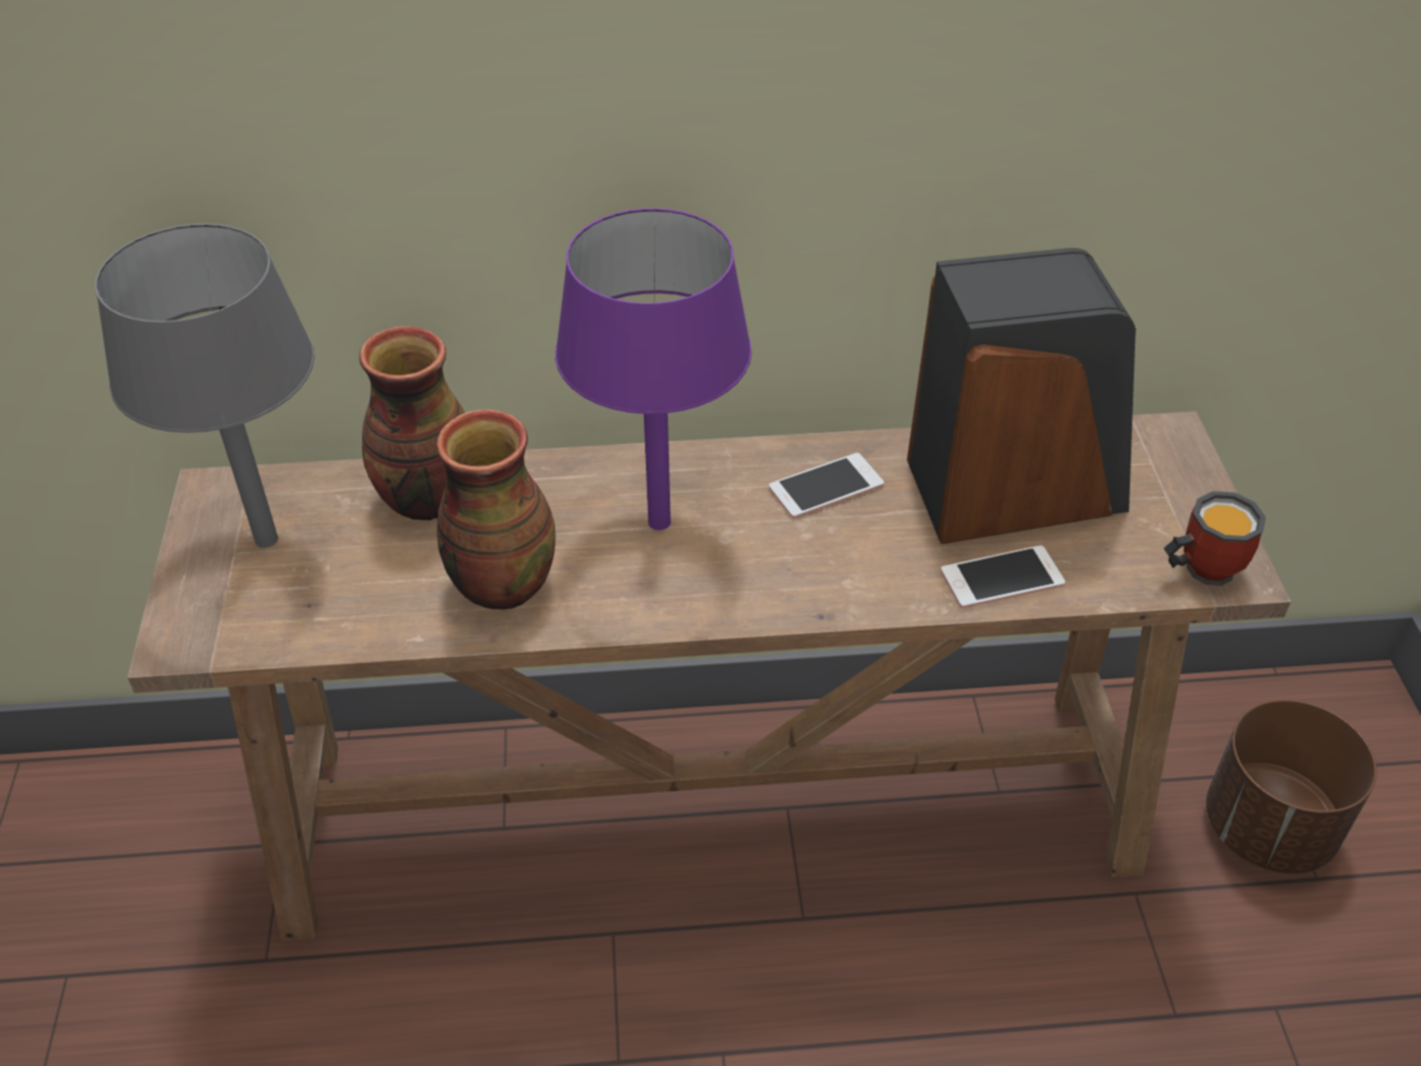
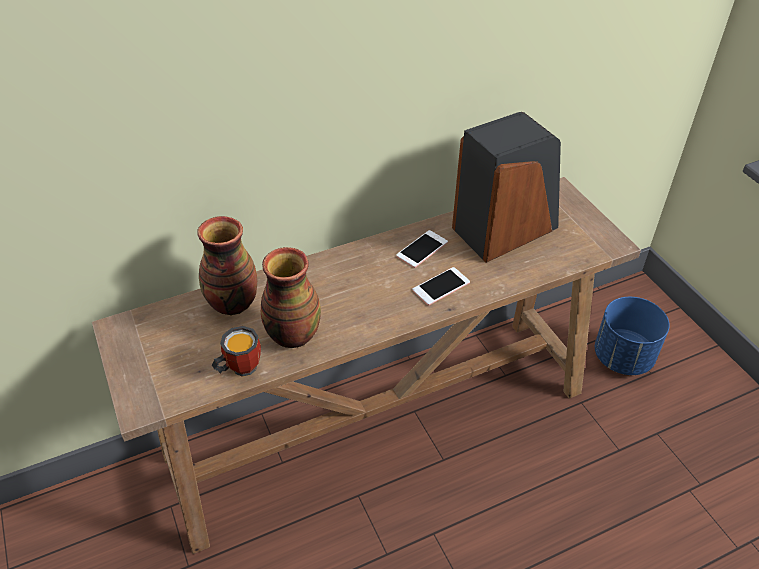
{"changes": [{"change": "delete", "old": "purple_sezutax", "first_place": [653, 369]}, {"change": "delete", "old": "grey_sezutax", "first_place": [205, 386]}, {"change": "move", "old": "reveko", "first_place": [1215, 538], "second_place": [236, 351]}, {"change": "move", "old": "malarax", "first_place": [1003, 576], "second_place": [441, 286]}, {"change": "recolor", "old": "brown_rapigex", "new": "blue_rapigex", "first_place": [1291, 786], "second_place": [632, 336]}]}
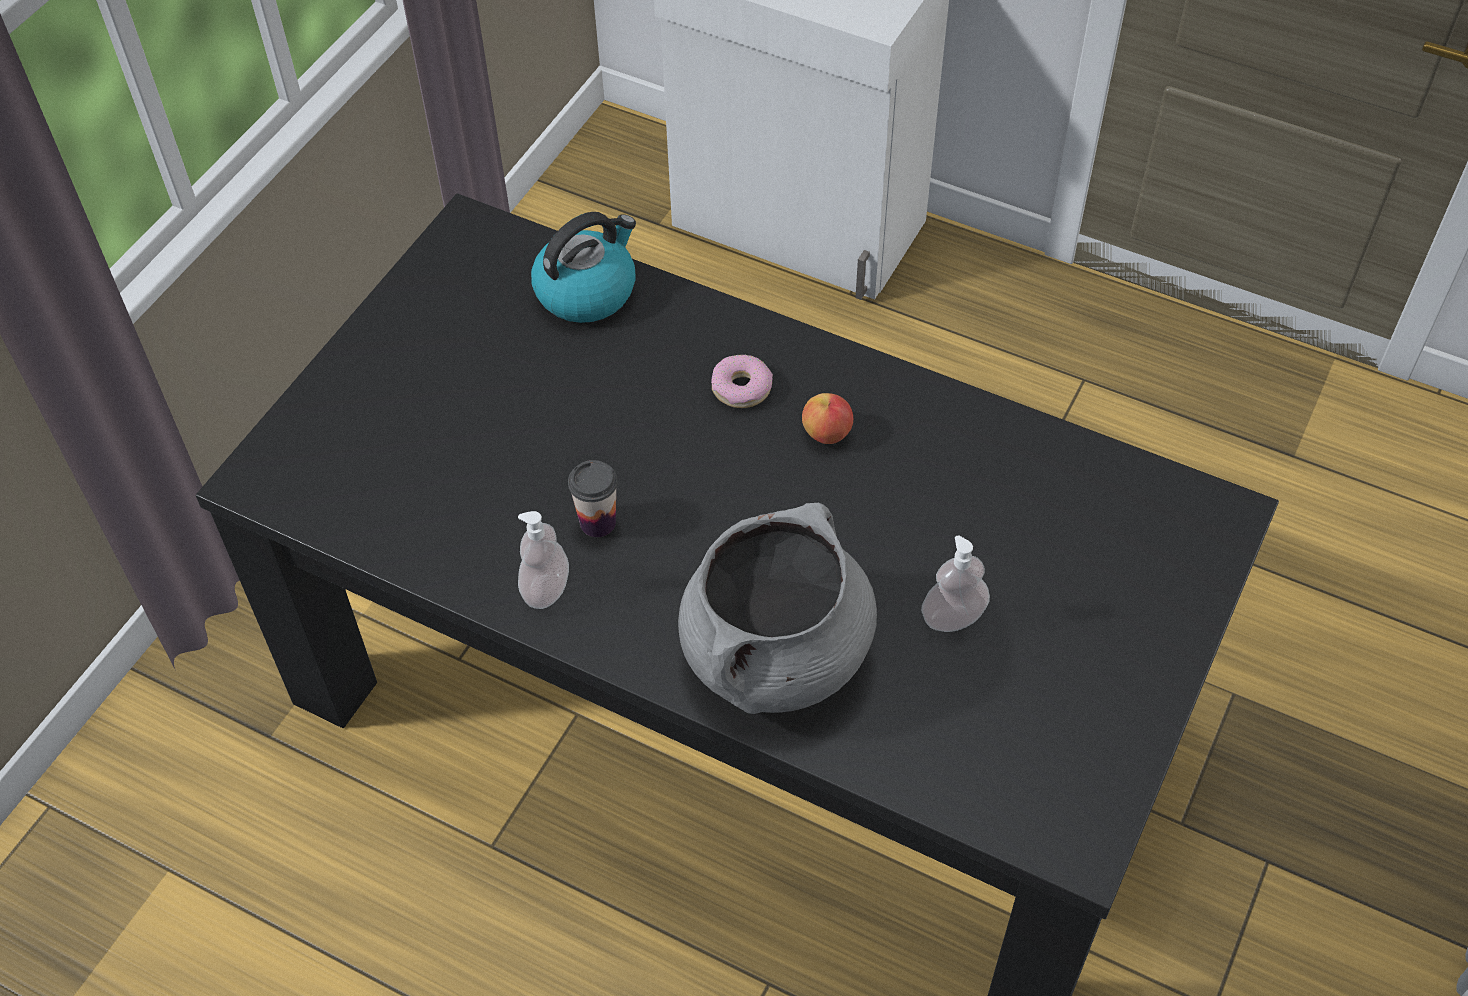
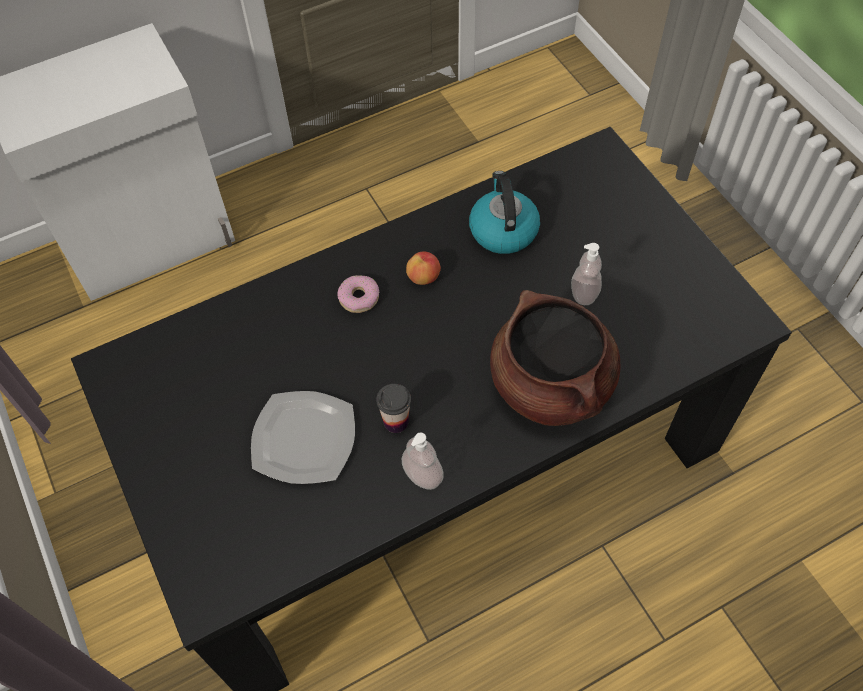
{"changes": [{"change": "move", "old": "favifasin", "first_place": [583, 267], "second_place": [504, 212]}, {"change": "recolor", "old": "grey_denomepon", "new": "brown_denomepon", "first_place": [777, 608], "second_place": [555, 358]}, {"change": "insert", "new": "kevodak", "second_place": [303, 437]}]}
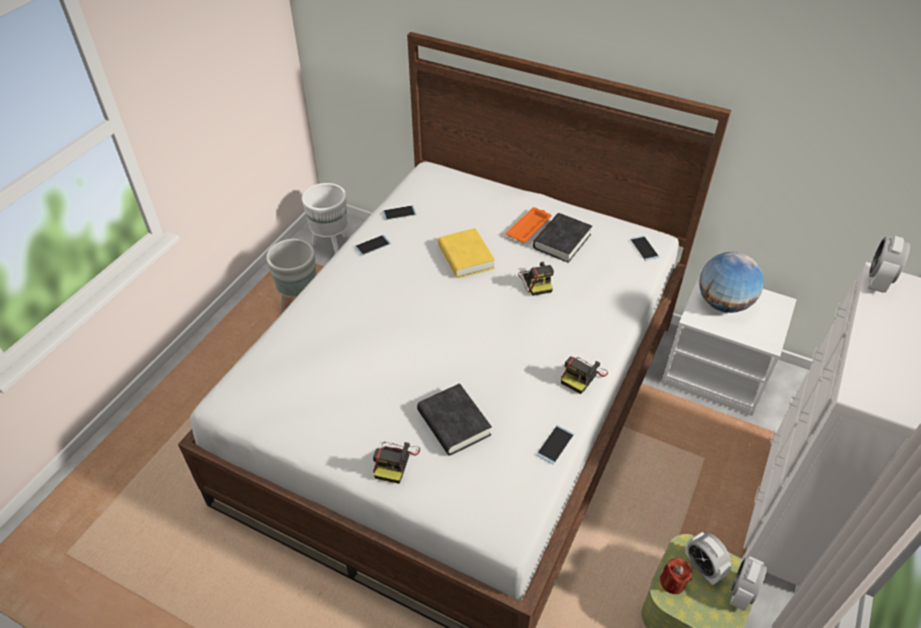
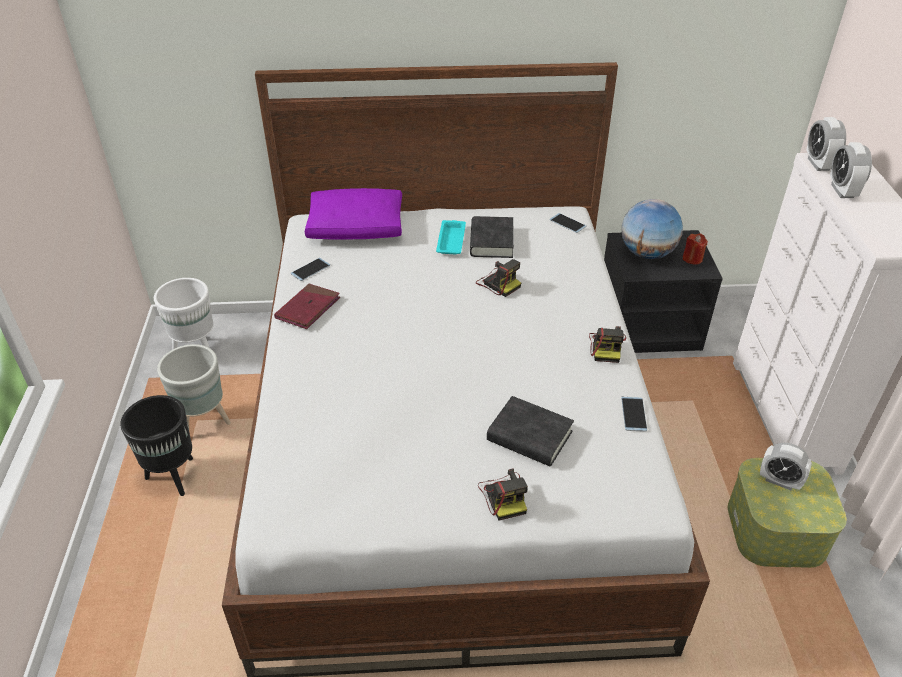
{"changes": [{"change": "recolor", "old": "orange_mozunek", "new": "turquoise_mozunek", "first_place": [528, 225], "second_place": [451, 237]}, {"change": "delete", "old": "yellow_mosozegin", "first_place": [466, 253]}, {"change": "replace", "old": "malarax", "new": "red_mosozegin", "first_place": [372, 245], "second_place": [307, 306]}, {"change": "recolor", "old": "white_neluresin", "new": "black_neluresin", "first_place": [729, 343], "second_place": [663, 291]}, {"change": "move", "old": "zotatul", "first_place": [748, 583], "second_place": [851, 170]}, {"change": "move", "old": "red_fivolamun", "first_place": [676, 575], "second_place": [695, 249]}, {"change": "insert", "new": "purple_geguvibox", "second_place": [353, 214]}, {"change": "insert", "new": "black_rapigex", "second_place": [156, 445]}]}
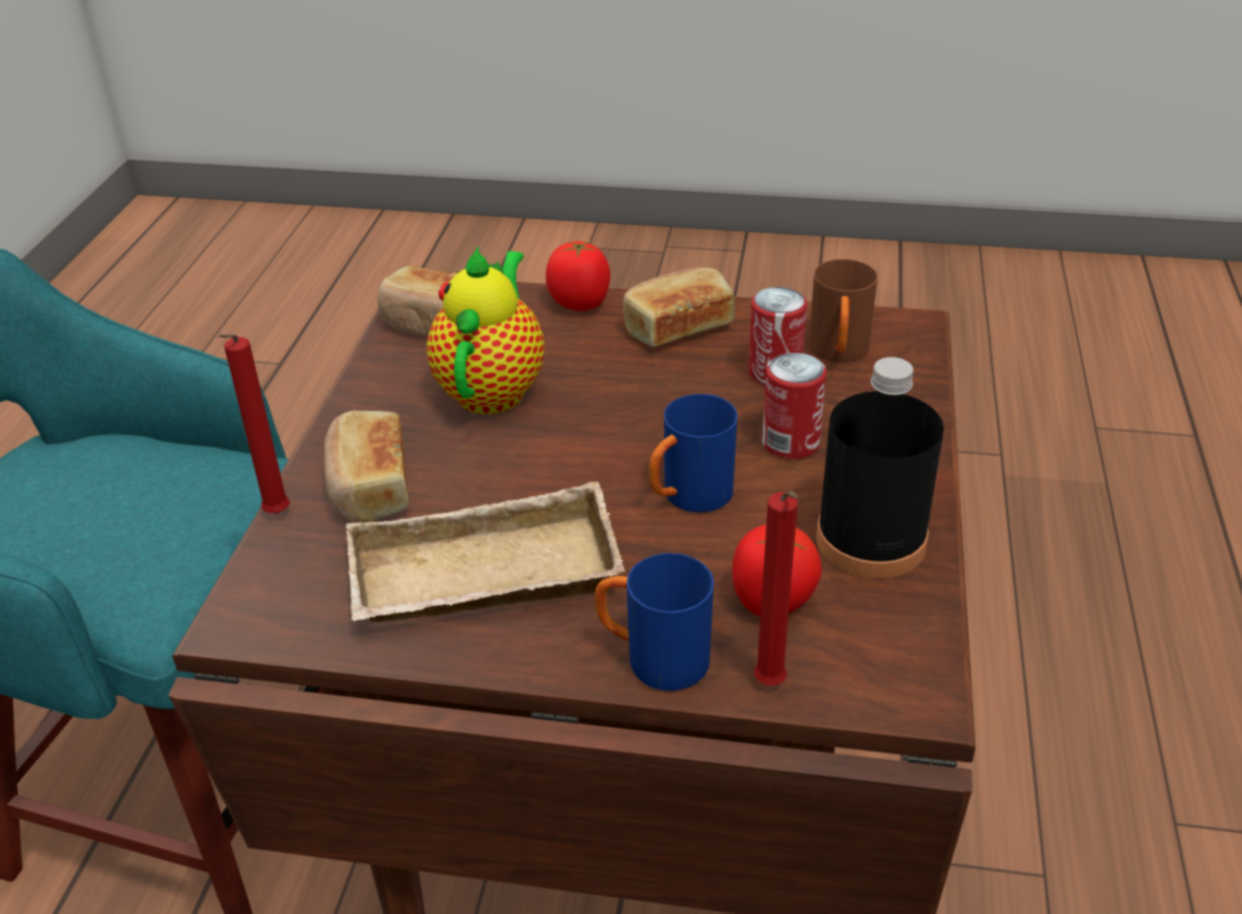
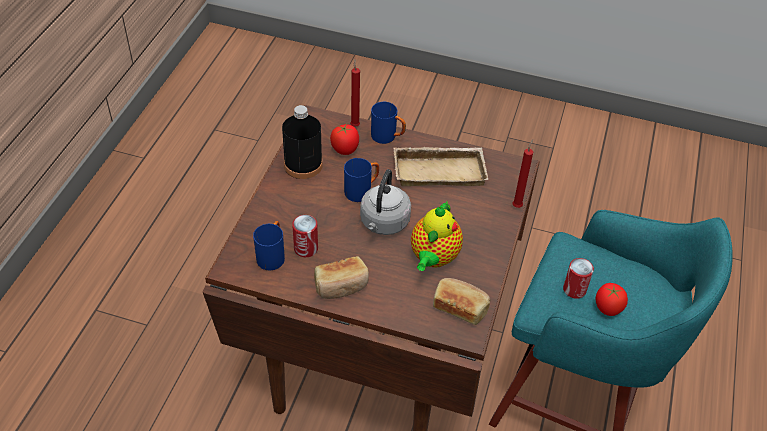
{"changes": [{"change": "move", "old": "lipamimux", "first_place": [578, 276], "second_place": [612, 299]}, {"change": "recolor", "old": "brown_reveko", "new": "blue_reveko", "first_place": [843, 310], "second_place": [269, 246]}, {"change": "move", "old": "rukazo", "first_place": [794, 406], "second_place": [578, 278]}, {"change": "delete", "old": "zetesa", "first_place": [366, 466]}, {"change": "insert", "new": "grey_favifasin", "second_place": [385, 202]}]}
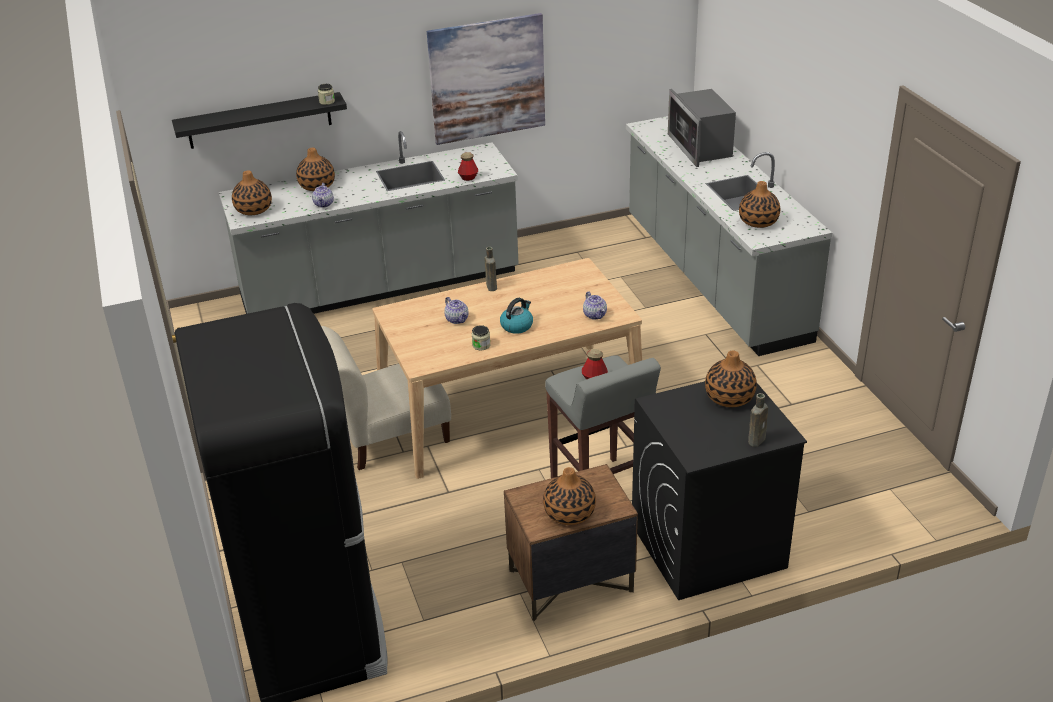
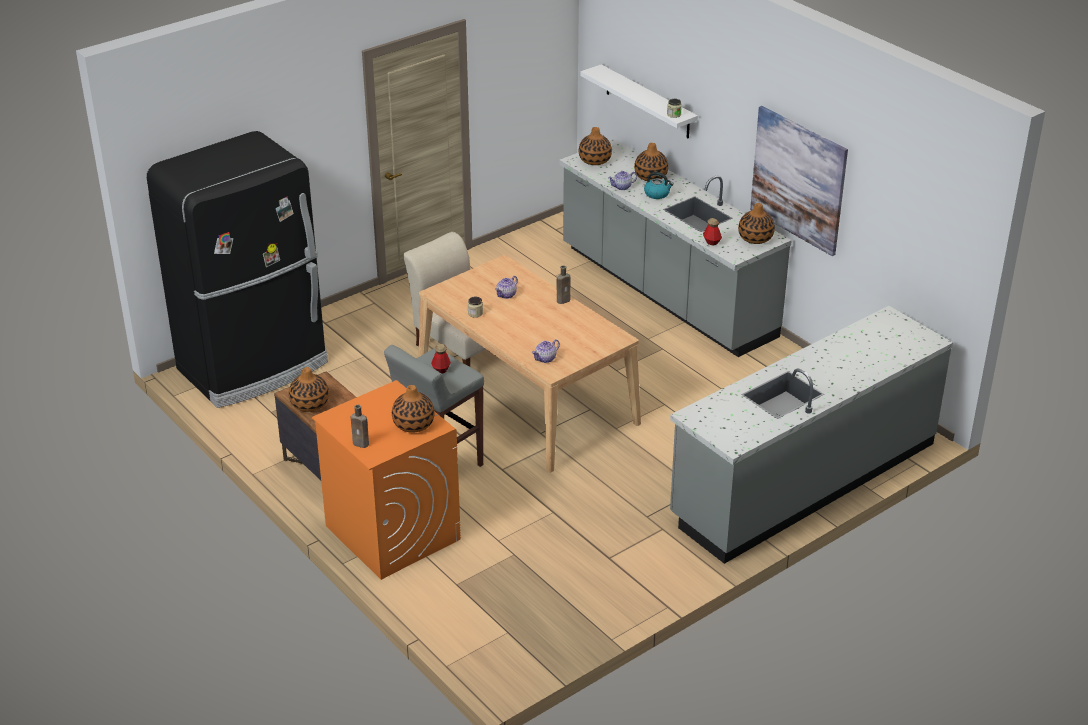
{"changes": [{"change": "delete", "old": "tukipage", "first_place": [702, 128]}, {"change": "recolor", "old": "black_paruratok", "new": "white_paruratok", "first_place": [259, 120], "second_place": [639, 101]}, {"change": "move", "old": "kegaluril", "first_place": [759, 204], "second_place": [756, 223]}, {"change": "move", "old": "favifasin", "first_place": [516, 316], "second_place": [659, 185]}, {"change": "recolor", "old": "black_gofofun", "new": "orange_gofofun", "first_place": [719, 490], "second_place": [386, 480]}]}
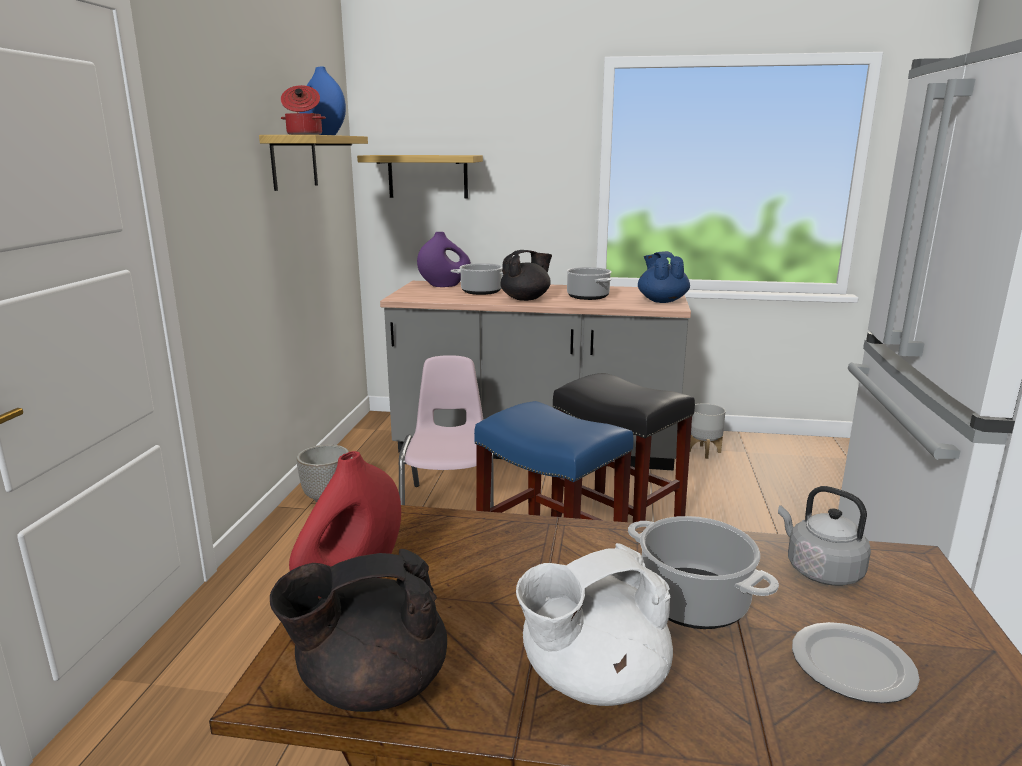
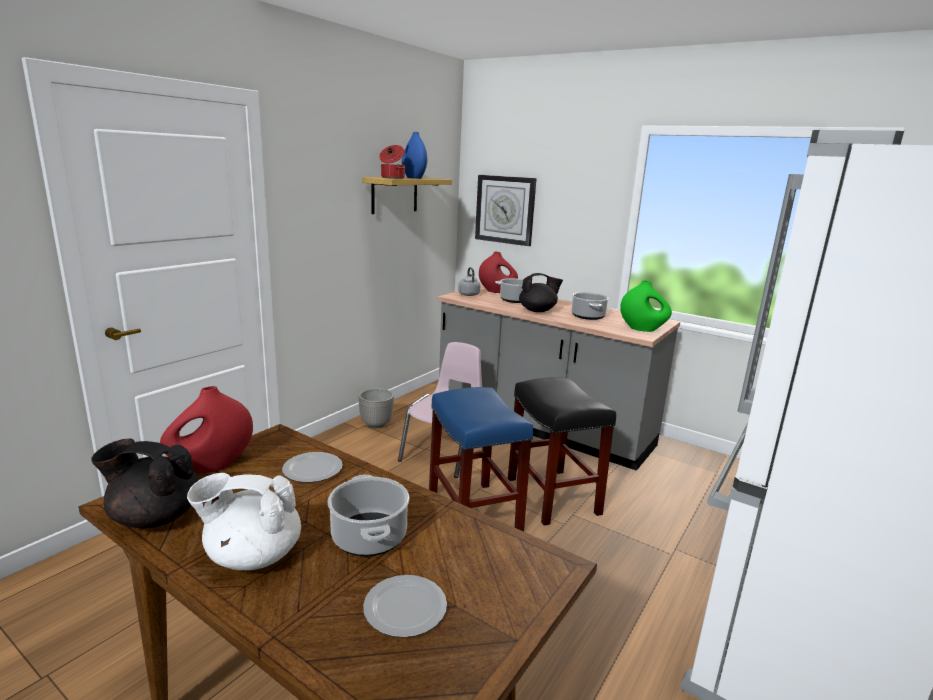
{"changes": [{"change": "replace", "old": "paruratok", "new": "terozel", "first_place": [420, 177], "second_place": [506, 210]}, {"change": "recolor", "old": "purple_kegaluril", "new": "red_kegaluril", "first_place": [444, 259], "second_place": [498, 272]}, {"change": "replace", "old": "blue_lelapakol", "new": "green_kegaluril", "first_place": [664, 277], "second_place": [646, 306]}, {"change": "delete", "old": "grey_rapigex", "first_place": [707, 431]}, {"change": "move", "old": "grey_favifasin", "first_place": [824, 536], "second_place": [469, 281]}, {"change": "insert", "new": "kevodak", "second_place": [312, 467]}]}
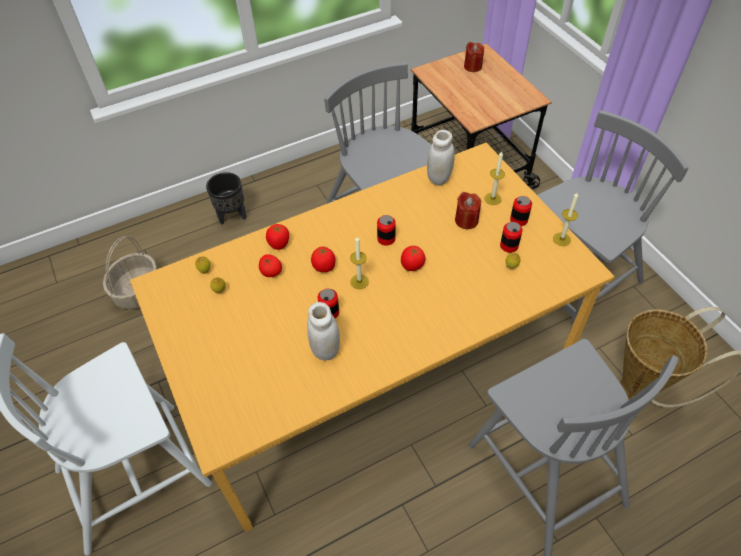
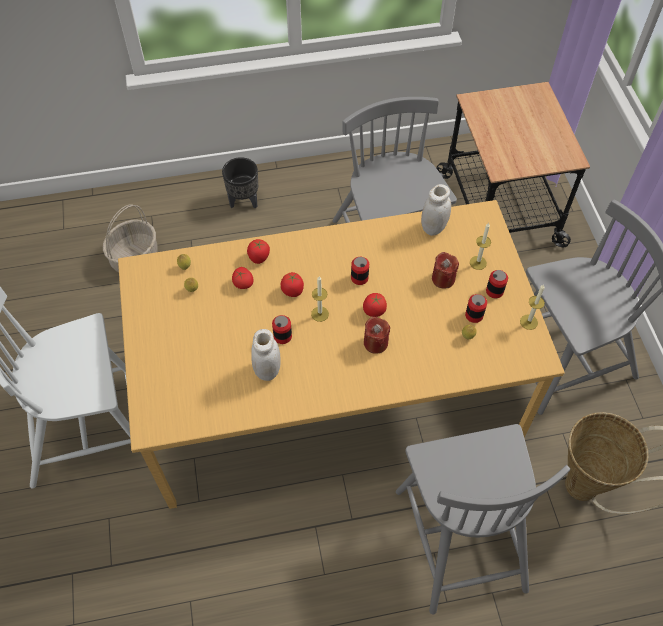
{"changes": [{"change": "move", "old": "red_fivolamun", "first_place": [474, 57], "second_place": [377, 335]}]}
